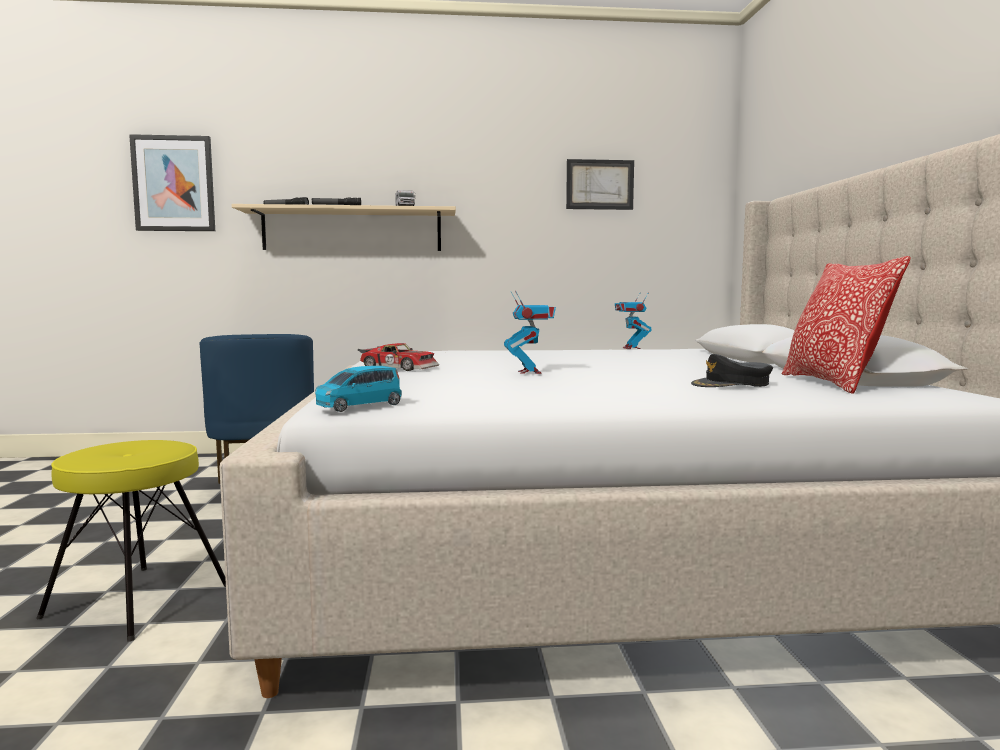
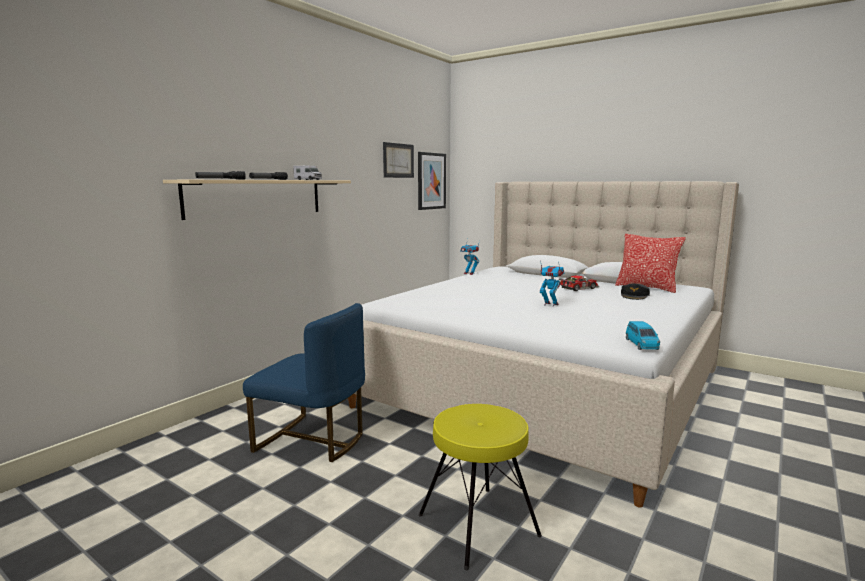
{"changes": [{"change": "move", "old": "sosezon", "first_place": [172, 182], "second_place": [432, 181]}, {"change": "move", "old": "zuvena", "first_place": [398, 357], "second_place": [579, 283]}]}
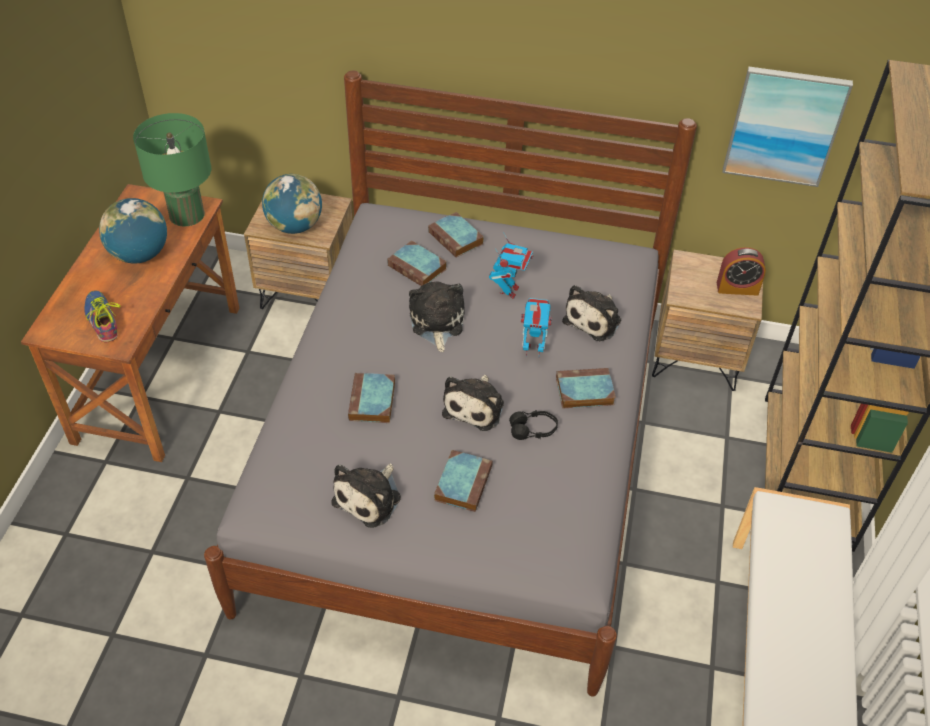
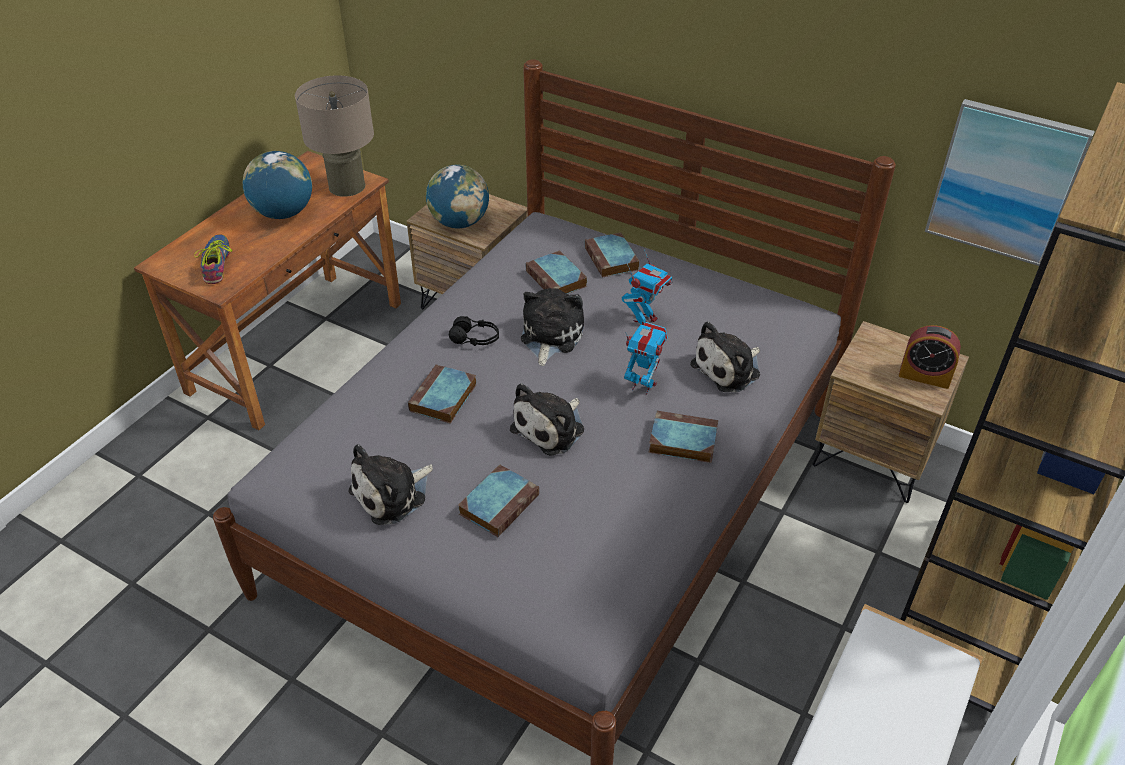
{"changes": [{"change": "recolor", "old": "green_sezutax", "new": "beige_sezutax", "first_place": [172, 169], "second_place": [334, 136]}, {"change": "move", "old": "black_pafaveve", "first_place": [533, 425], "second_place": [474, 331]}]}
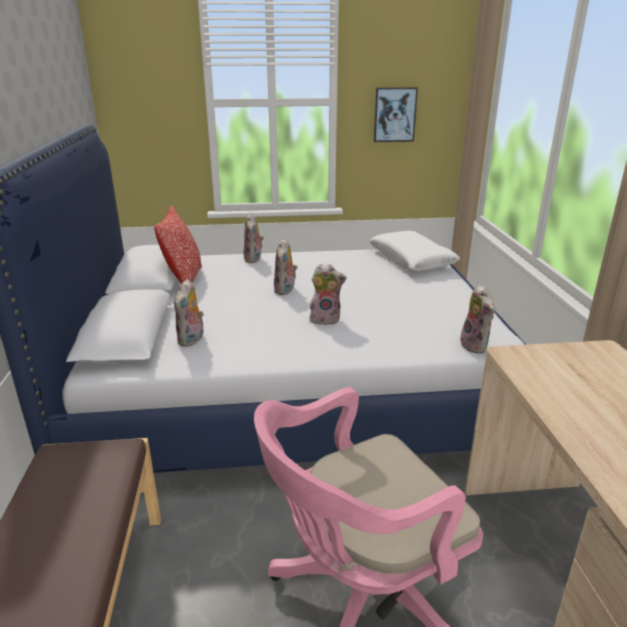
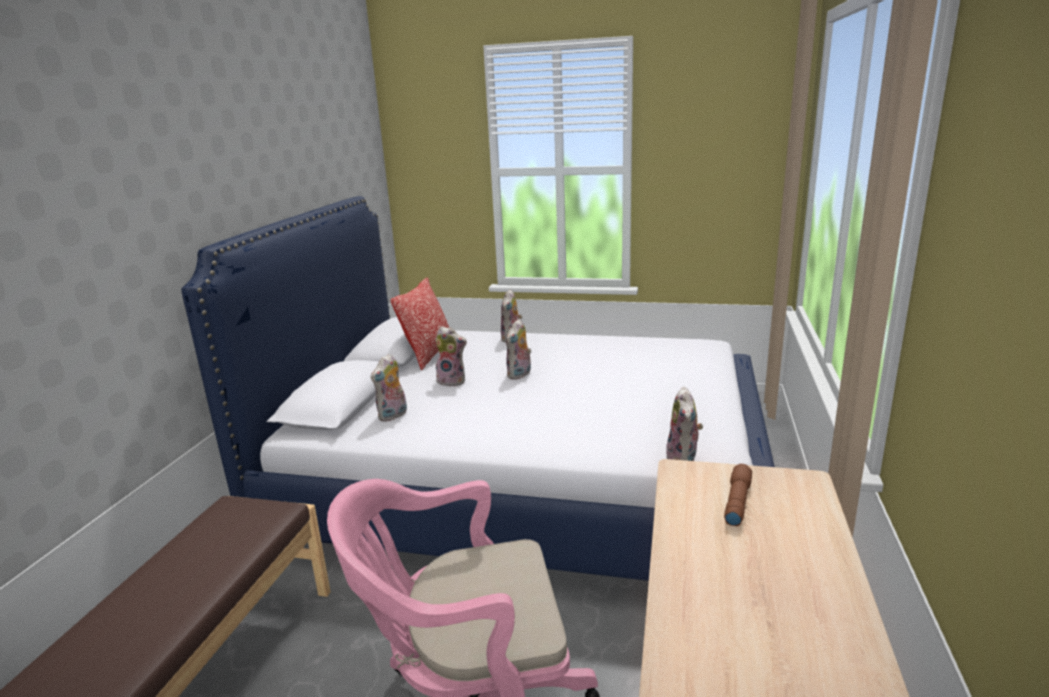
{"changes": [{"change": "delete", "old": "sosezon", "first_place": [396, 114]}, {"change": "delete", "old": "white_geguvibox", "first_place": [414, 251]}, {"change": "move", "old": "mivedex", "first_place": [328, 294], "second_place": [451, 356]}, {"change": "insert", "new": "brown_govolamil", "second_place": [738, 495]}]}
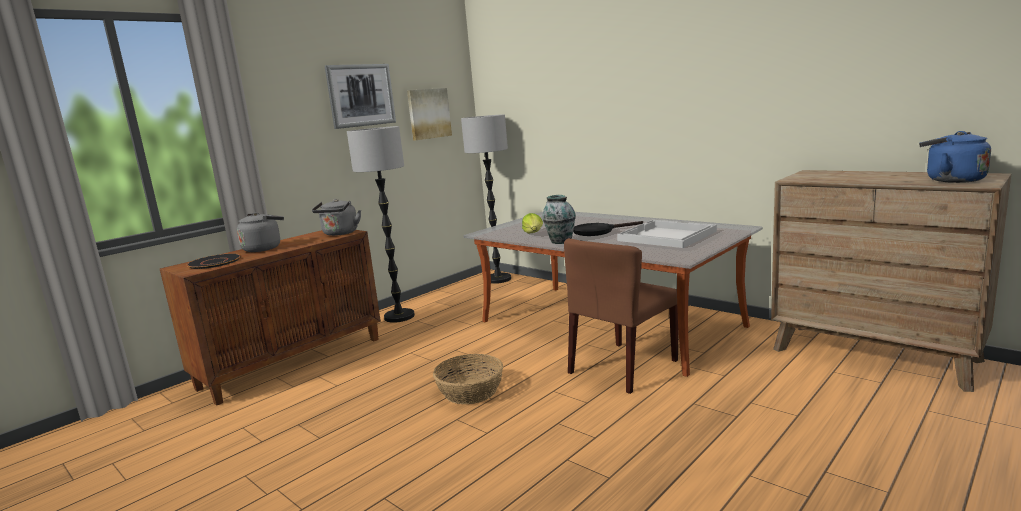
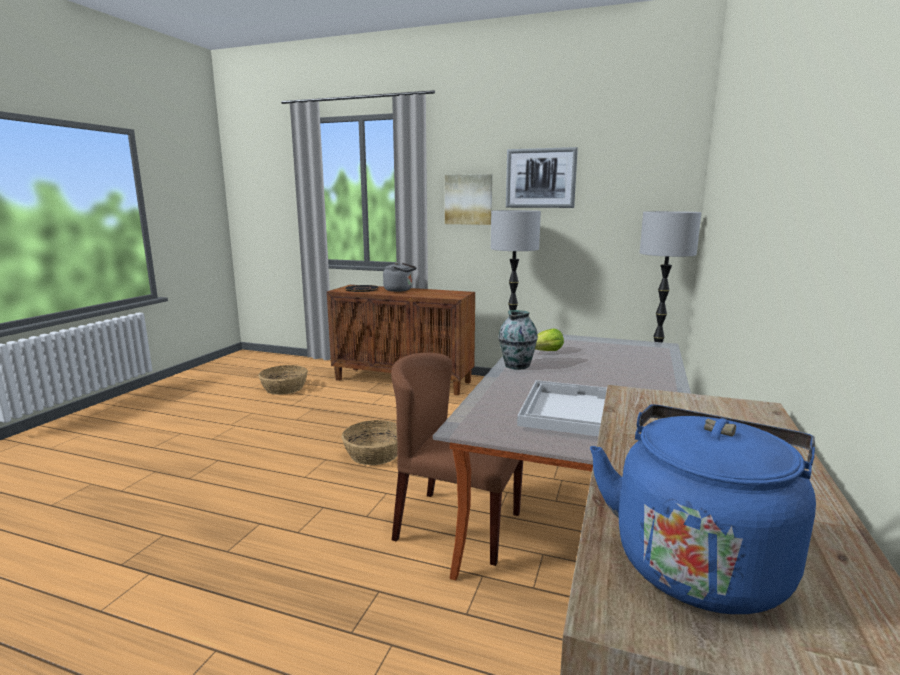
{"changes": [{"change": "move", "old": "sosezon", "first_place": [429, 114], "second_place": [468, 199]}, {"change": "delete", "old": "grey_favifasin", "first_place": [336, 217]}, {"change": "delete", "old": "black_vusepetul", "first_place": [608, 228]}, {"change": "insert", "new": "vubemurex", "second_place": [283, 380]}]}
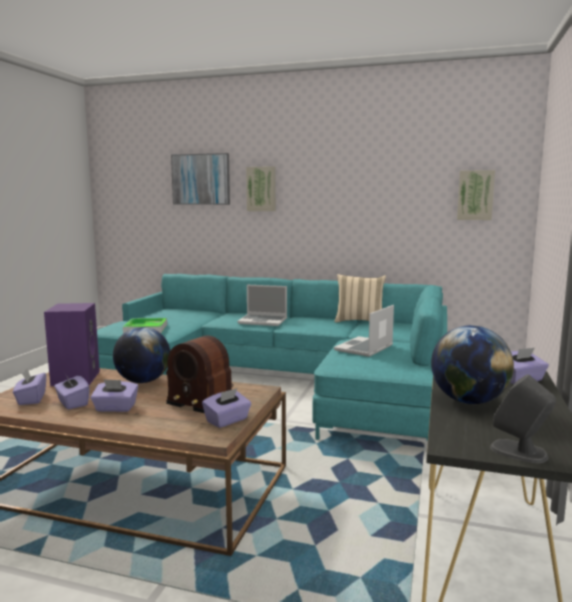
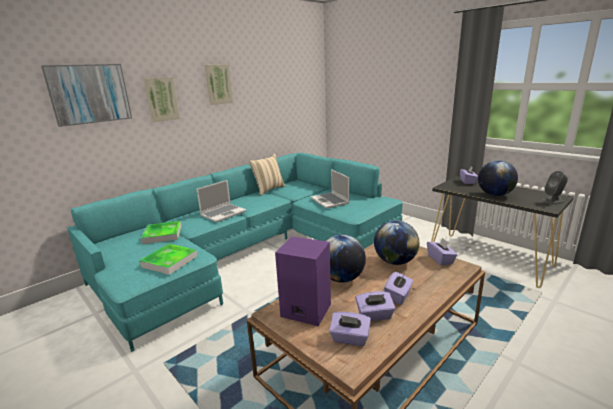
{"changes": [{"change": "move", "old": "sosezon", "first_place": [476, 195], "second_place": [219, 84]}, {"change": "replace", "old": "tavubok", "new": "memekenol", "first_place": [199, 374], "second_place": [396, 242]}, {"change": "insert", "new": "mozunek", "second_place": [161, 232]}]}
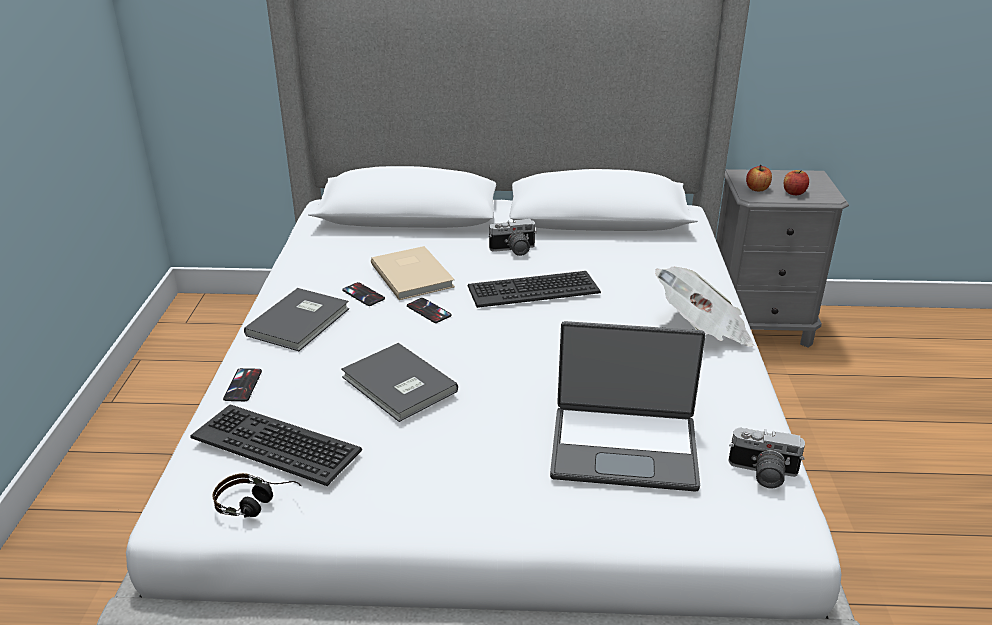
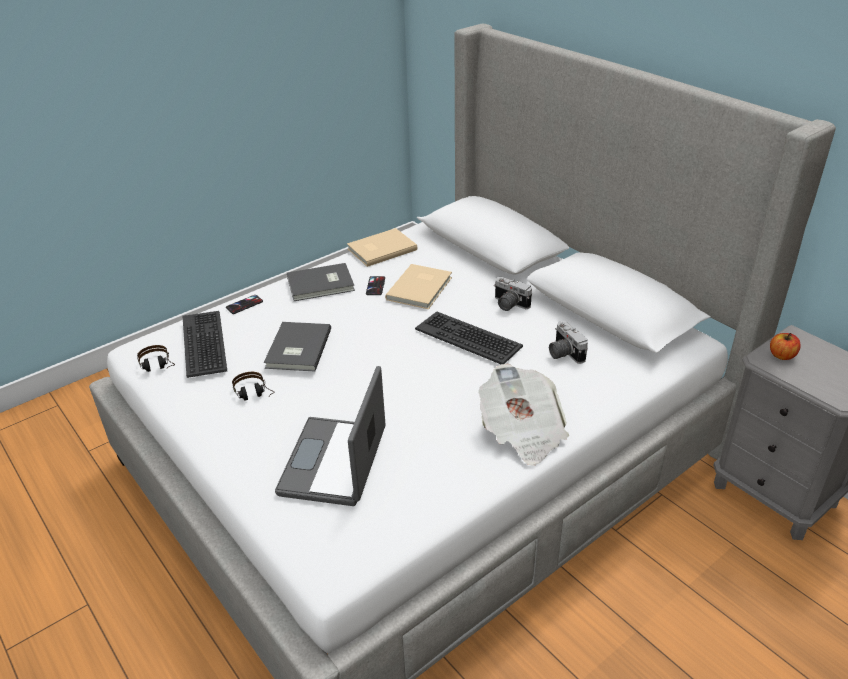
{"changes": [{"change": "delete", "old": "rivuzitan", "first_place": [796, 182]}, {"change": "delete", "old": "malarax", "first_place": [429, 310]}, {"change": "rotate", "old": "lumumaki", "first_place": [627, 406], "second_place": [330, 436], "degrees": 45}, {"change": "move", "old": "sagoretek", "first_place": [767, 458], "second_place": [568, 342]}, {"change": "insert", "new": "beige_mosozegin", "second_place": [382, 247]}, {"change": "insert", "new": "pafaveve", "second_place": [253, 386]}]}
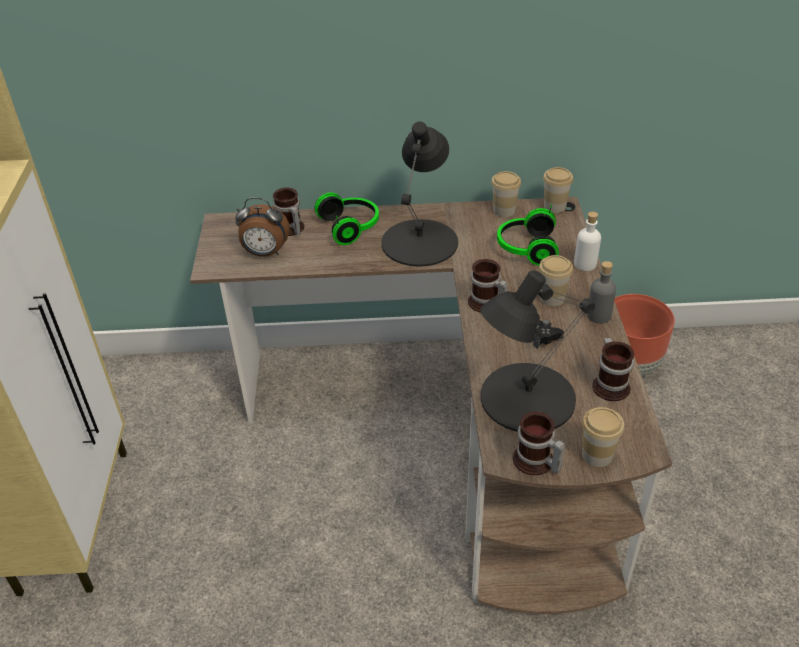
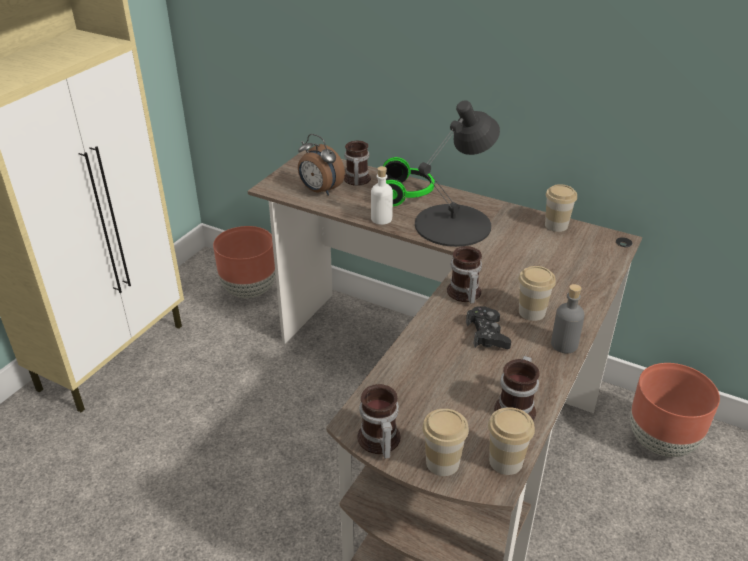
{"changes": [{"change": "move", "old": "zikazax", "first_place": [558, 190], "second_place": [511, 441]}, {"change": "delete", "old": "pafaveve", "first_place": [528, 235]}, {"change": "move", "old": "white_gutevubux", "first_place": [587, 241], "second_place": [382, 195]}, {"change": "delete", "old": "black_sezutax", "first_place": [537, 351]}, {"change": "insert", "new": "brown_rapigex", "second_place": [244, 262]}]}
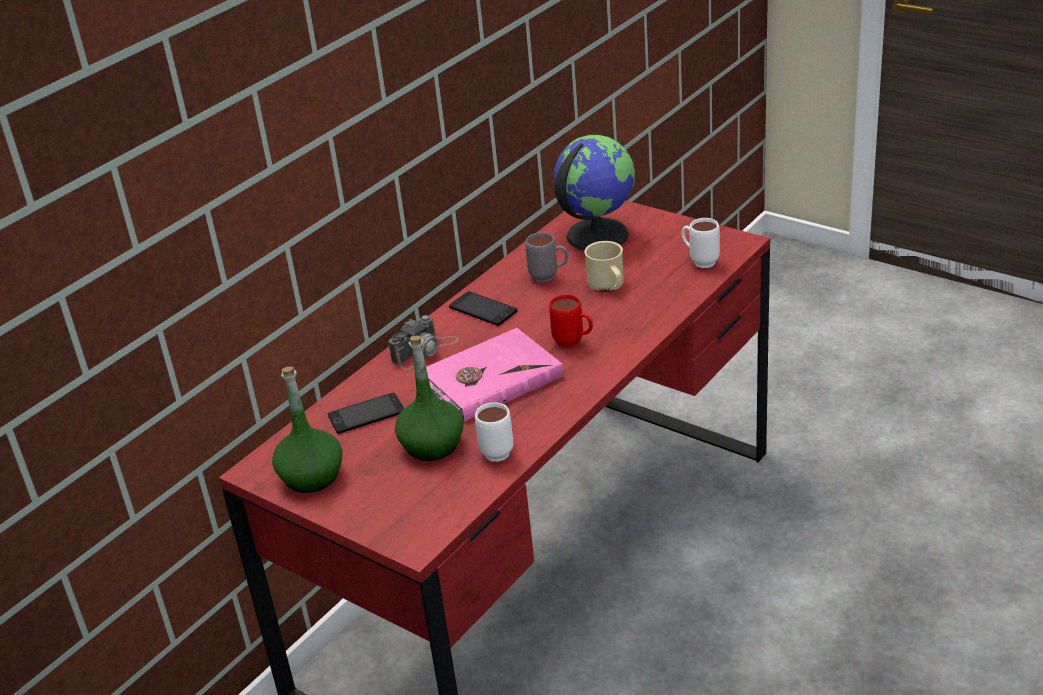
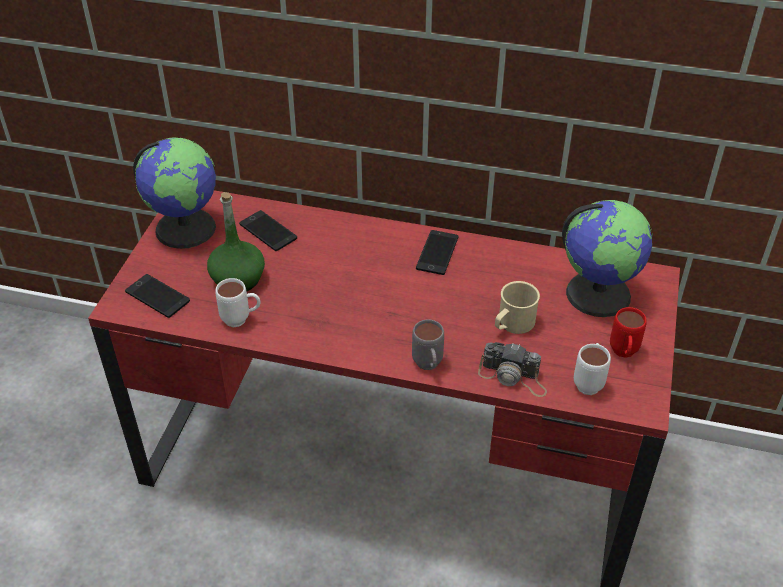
{"changes": [{"change": "move", "old": "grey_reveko", "first_place": [546, 257], "second_place": [428, 344]}, {"change": "move", "old": "red_reveko", "first_place": [571, 321], "second_place": [628, 332]}, {"change": "move", "old": "sagoretek", "first_place": [424, 342], "second_place": [512, 369]}, {"change": "delete", "old": "pink_mosozegin", "first_place": [495, 375]}, {"change": "replace", "old": "green_gutevubux", "new": "memekenol", "first_place": [307, 430], "second_place": [174, 193]}, {"change": "insert", "new": "malarax", "second_place": [157, 296]}]}
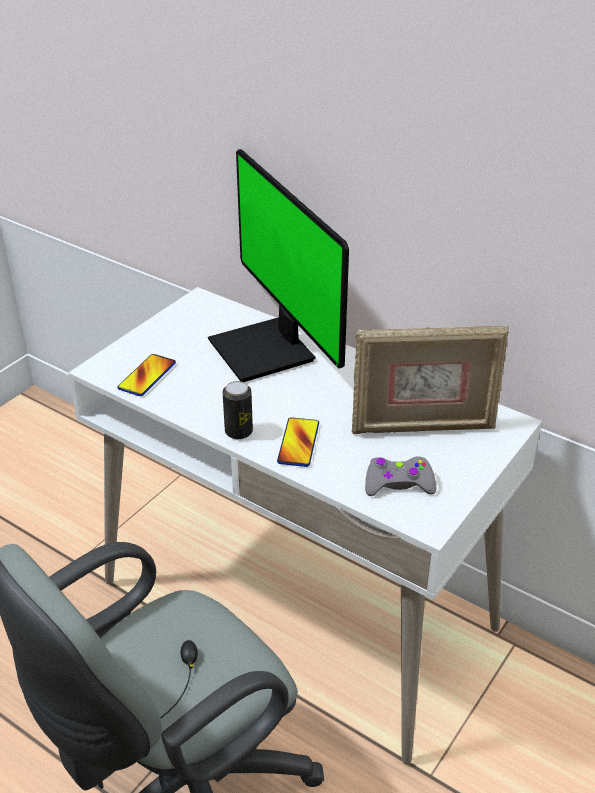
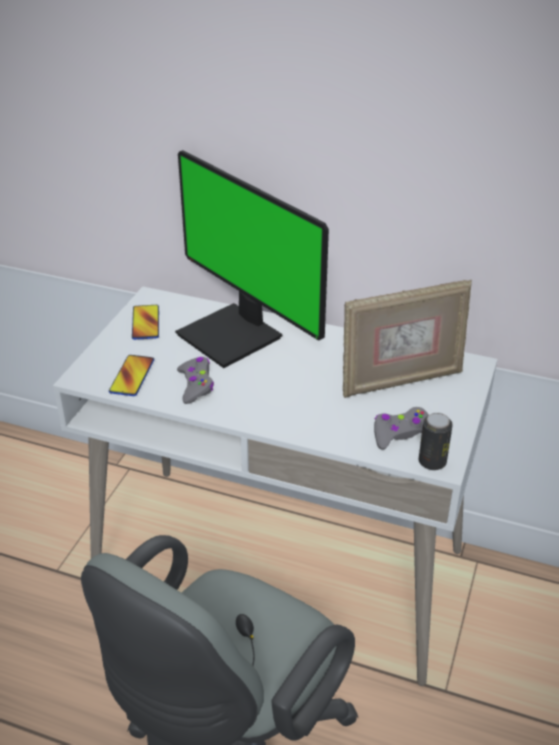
{"changes": [{"change": "move", "old": "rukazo", "first_place": [238, 410], "second_place": [436, 441]}, {"change": "move", "old": "malarax", "first_place": [298, 442], "second_place": [145, 322]}, {"change": "insert", "new": "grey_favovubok", "second_place": [195, 380]}]}
